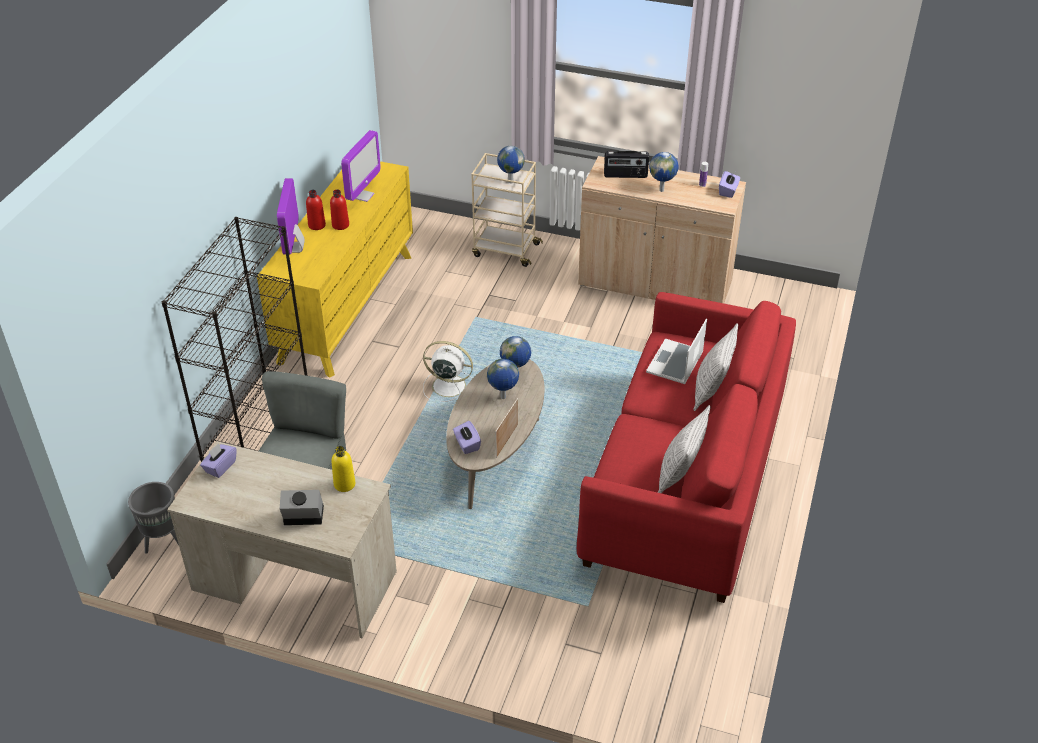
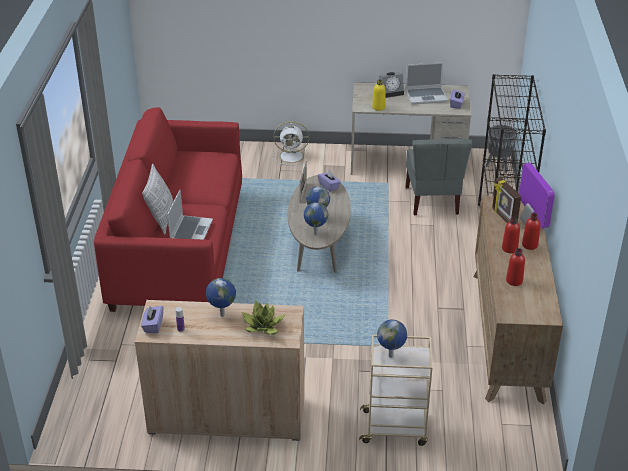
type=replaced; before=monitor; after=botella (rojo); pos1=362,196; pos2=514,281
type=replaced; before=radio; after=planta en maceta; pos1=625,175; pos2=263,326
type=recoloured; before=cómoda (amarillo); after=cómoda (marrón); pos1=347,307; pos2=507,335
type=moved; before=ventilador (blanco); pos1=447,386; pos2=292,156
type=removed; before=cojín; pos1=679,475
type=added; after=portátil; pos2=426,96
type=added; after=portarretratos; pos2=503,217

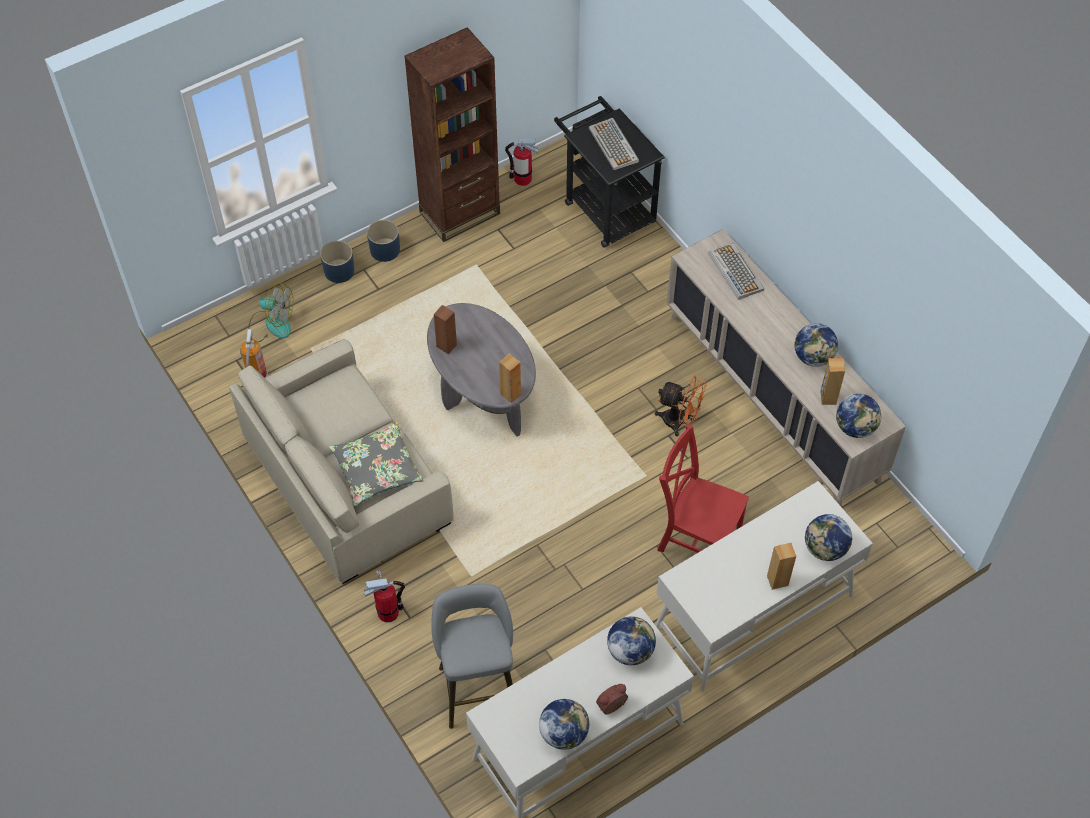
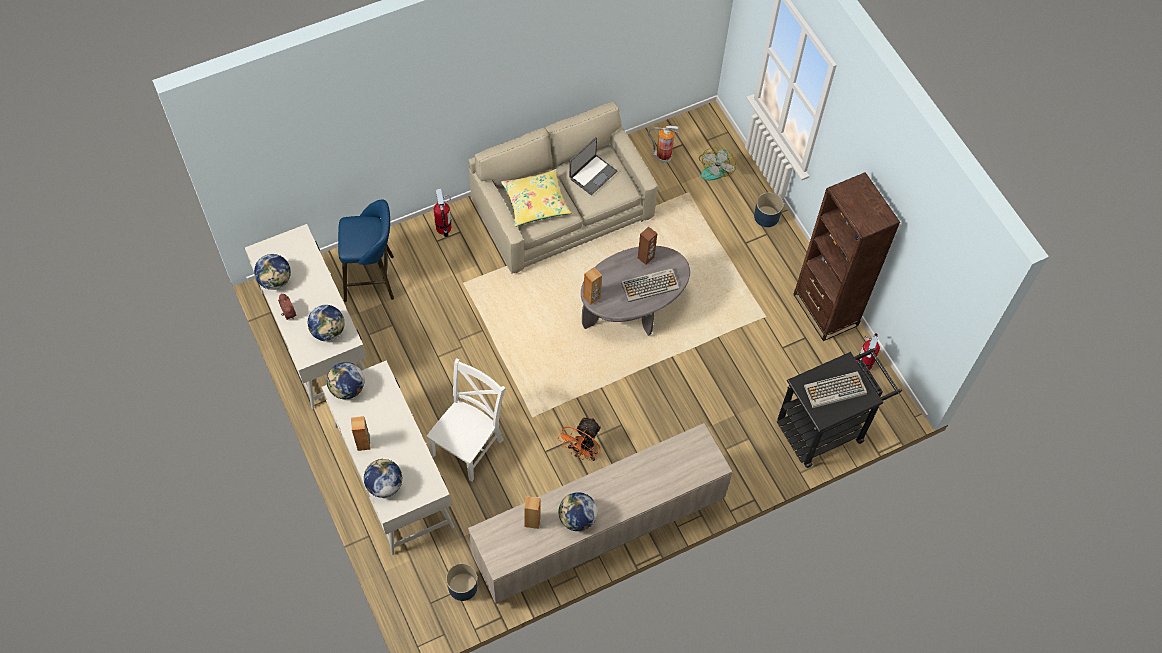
type=moved; before=maceta (azul); pos1=385,249; pos2=463,586
type=moved; before=teclado; pos1=735,271; pos2=650,285
type=moved; before=globo terráqueo; pos1=855,427; pos2=347,389
type=recoloured; before=cojín (gris); after=cojín (amarillo); pos1=377,469; pos2=535,202
type=recoloured; before=silla (rojo); after=silla (blanco); pos1=696,536; pos2=469,445
type=recoloured; before=taburete (gris); after=taburete (azul); pos1=477,686; pos2=373,278
type=added; after=portátil; pos2=592,174

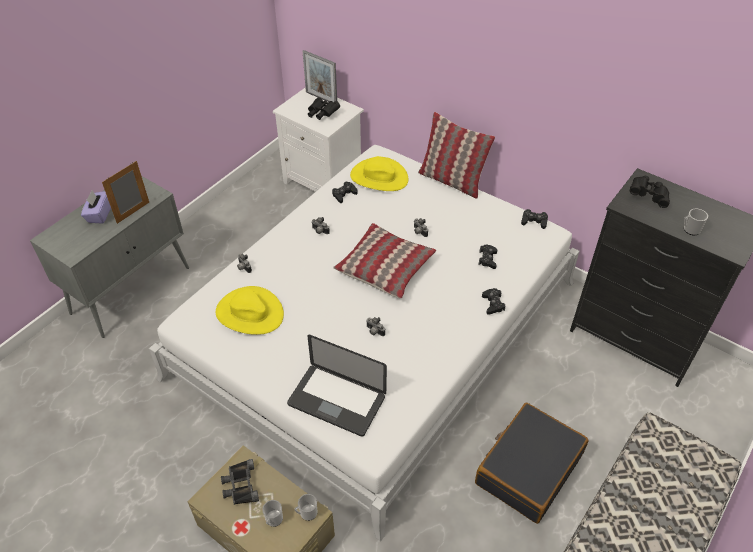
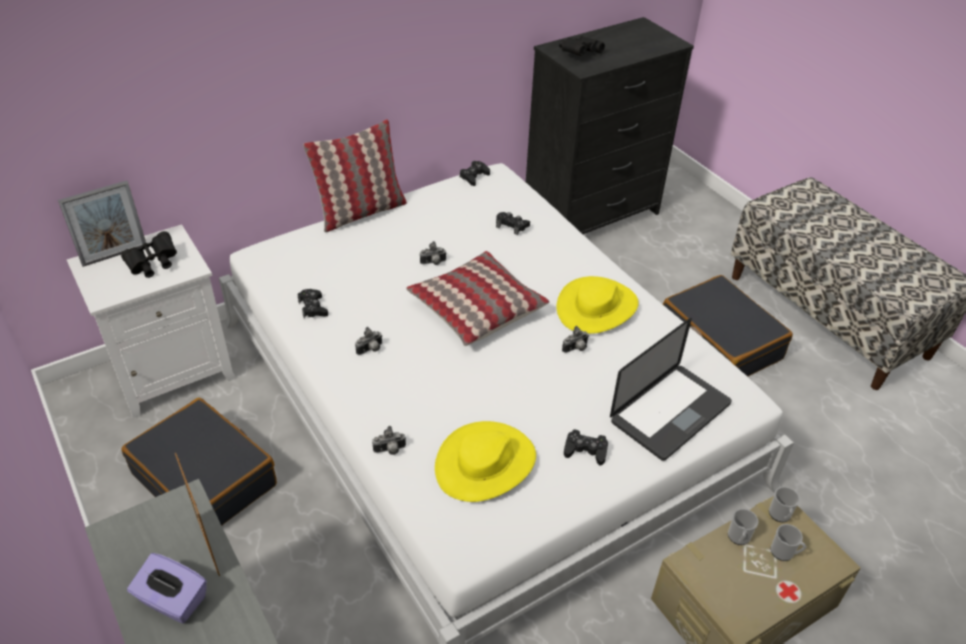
type=moved; before=sombrero (amarillo); pos1=379,177; pos2=597,307
type=moved; before=taza grande; pos1=689,230; pos2=738,538
type=moved; before=mando de consola (negro); pos1=493,304; pos2=585,450
type=removed; before=prismáticos (negro); pos1=240,485
type=added; after=maleta (negro); pos2=205,479

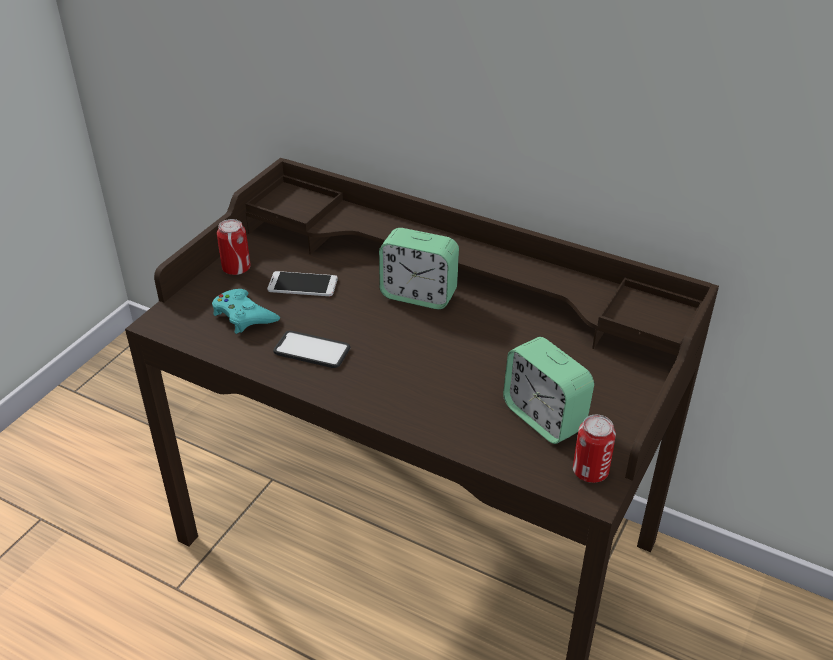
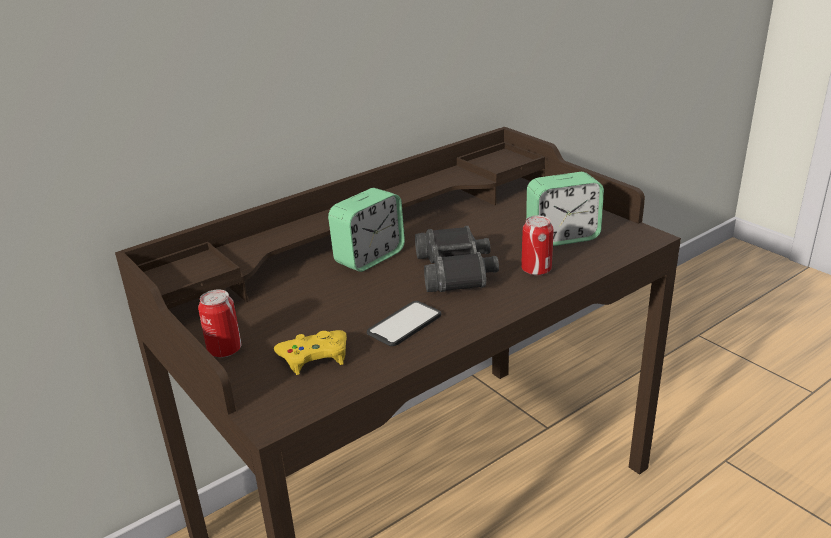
type=removed; before=móvil; pos1=302,284
type=recoloured; before=mando de consola (turquesa); after=mando de consola (amarillo); pos1=244,316; pos2=314,356
type=moved; before=lata; pos1=590,471; pos2=536,269
type=added; after=prismáticos (negro); pos2=456,270

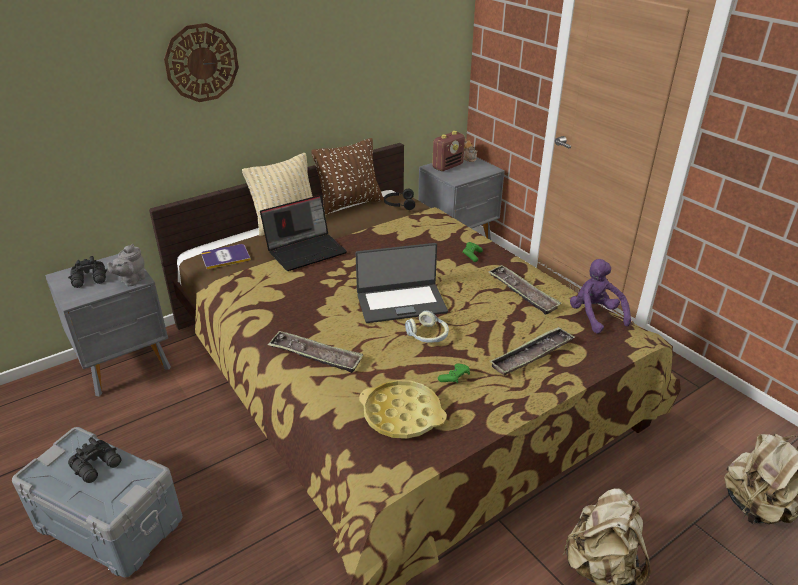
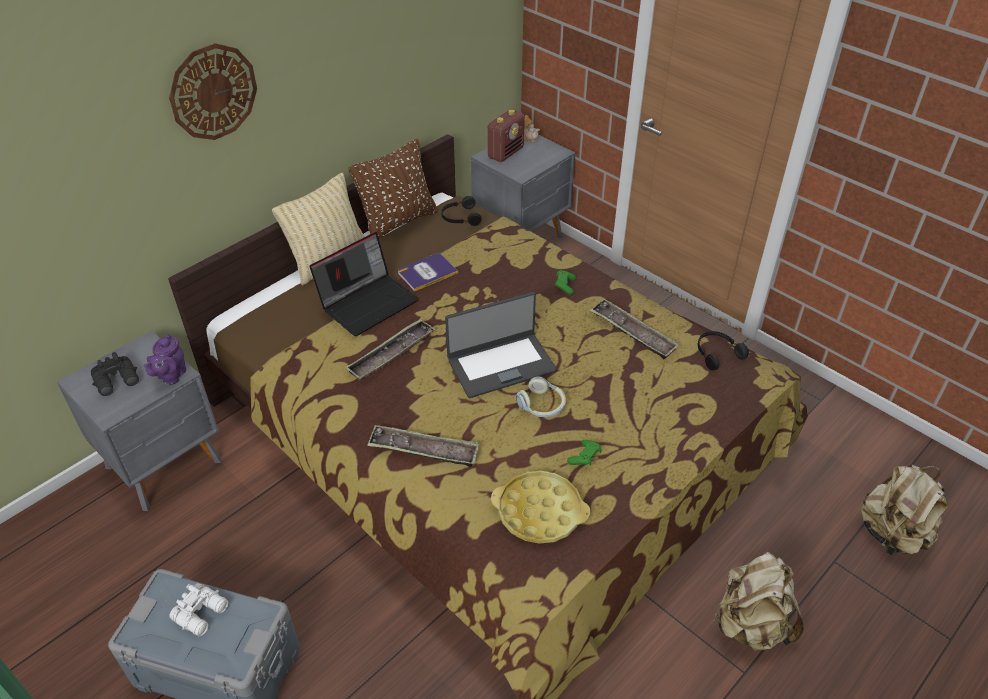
type=recoloured; before=tetera (gris); after=tetera (morado); pos1=131,280; pos2=170,376
type=moved; before=libro; pos1=225,257; pos2=427,272
type=replaced; before=peluche (morado); after=auriculares (negro); pos1=595,316; pos2=717,353
type=moved; before=bandeja; pos1=531,355; pos2=391,354
type=recoloured; before=prismáticos (negro); after=prismáticos (blanco); pos1=98,465; pos2=202,613

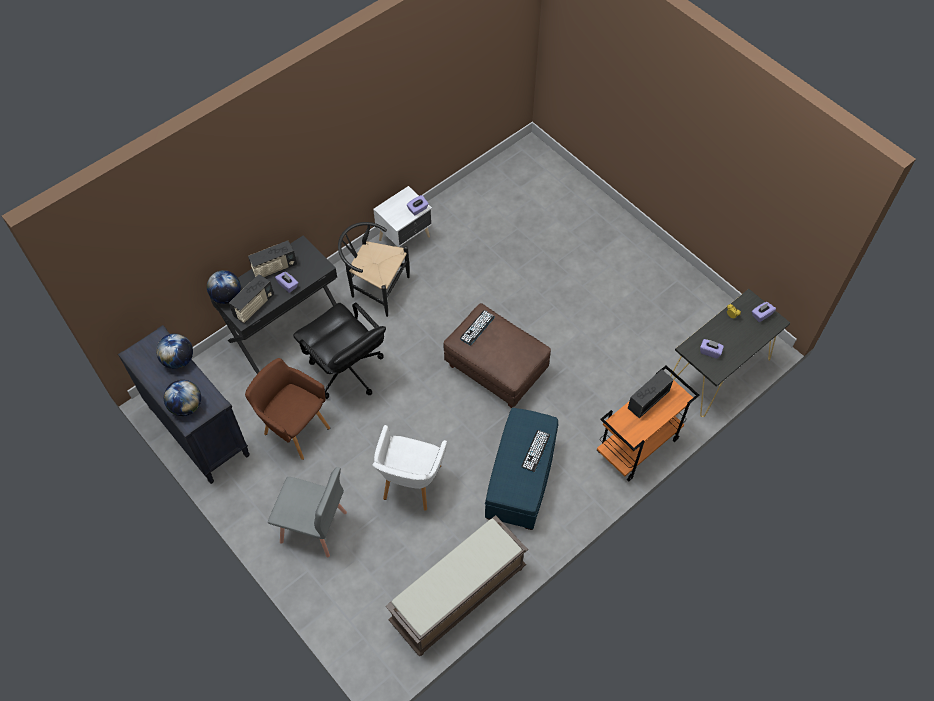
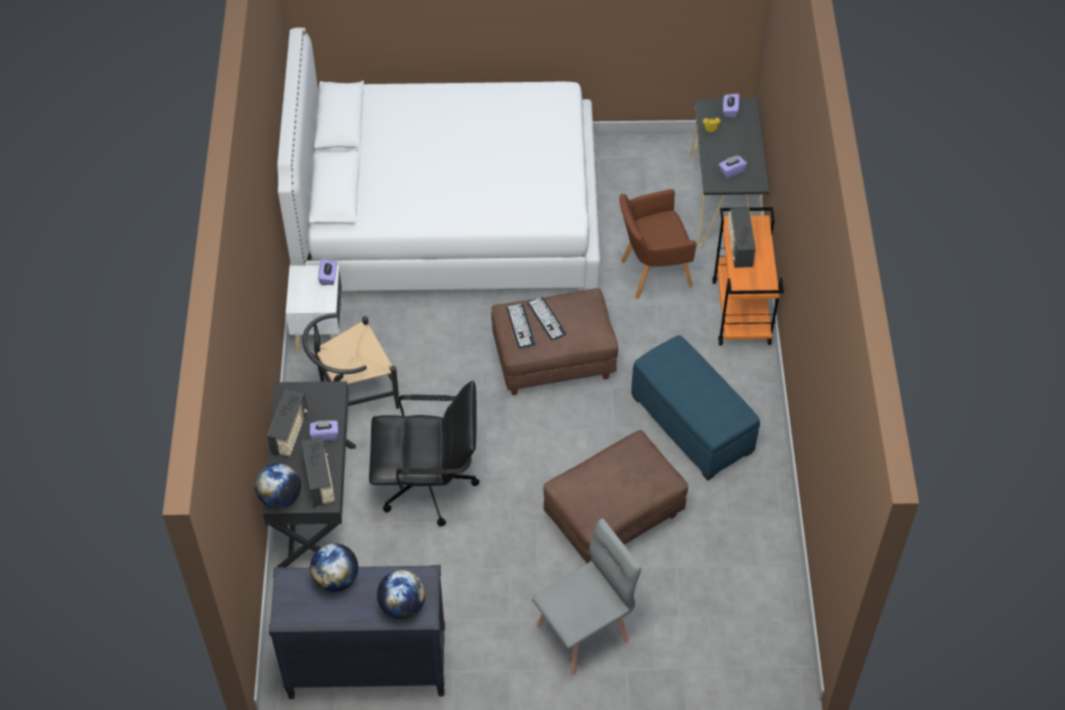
type=moved; before=sillón (marrón); pos1=294,428; pos2=652,273
type=replaced; before=sillón (blanco); after=puf (marrón); pos1=411,485; pos2=613,518
type=moved; before=teclado; pos1=536,451; pos2=546,319
type=removed; before=banco (marrón); pos1=458,596
type=added; after=cama (blanco); pos2=448,218

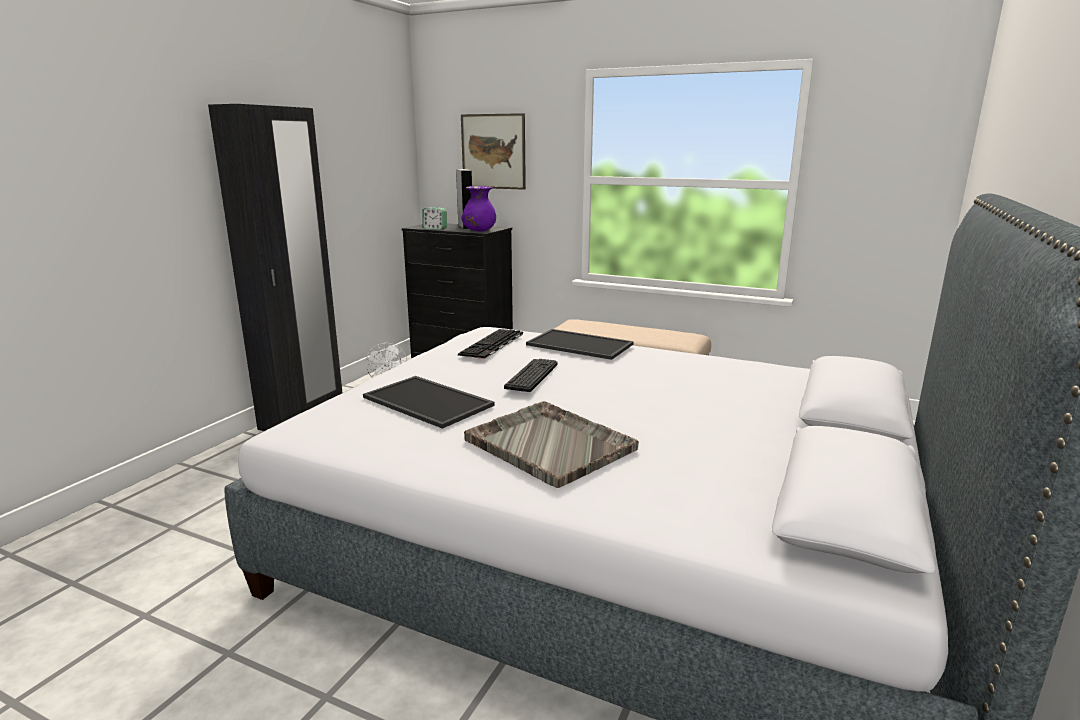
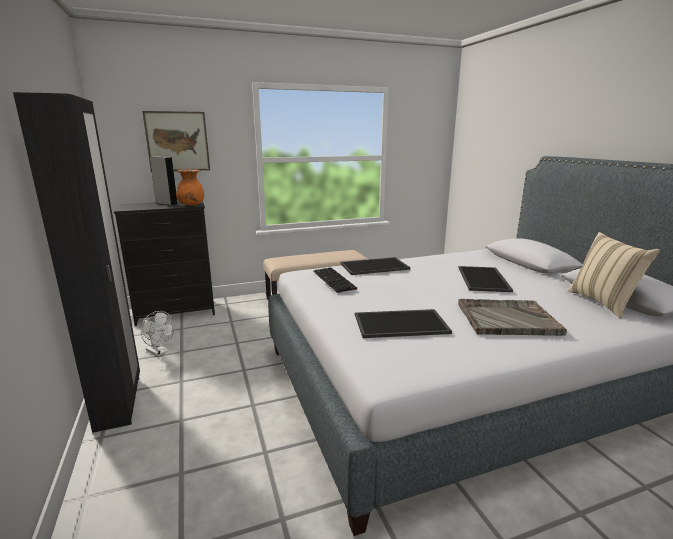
type=recoloured; before=florero (morado); after=florero (naranja); pos1=479,231; pos2=191,205
type=removed; before=despertador; pos1=435,229
type=removed; before=teclado; pos1=532,376
type=added; after=cojín (beis); pos2=603,303
type=added; after=bandeja; pos2=484,279

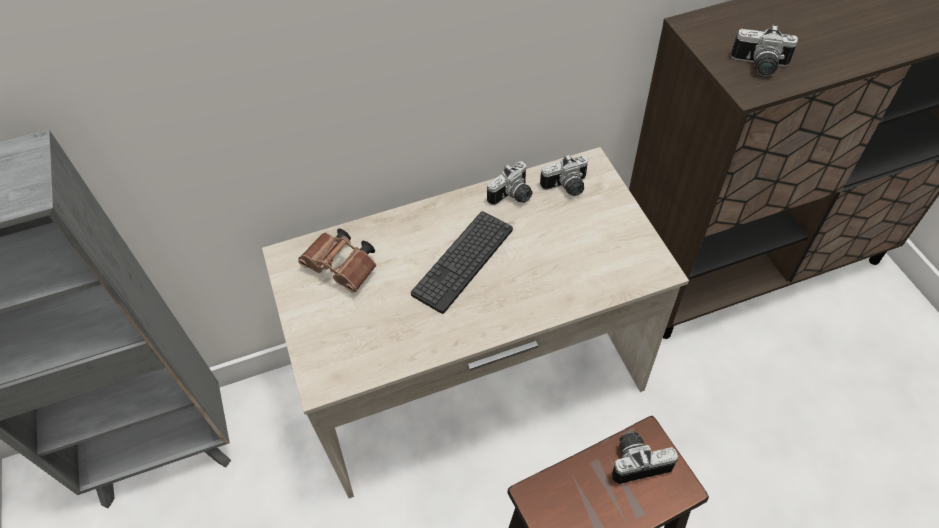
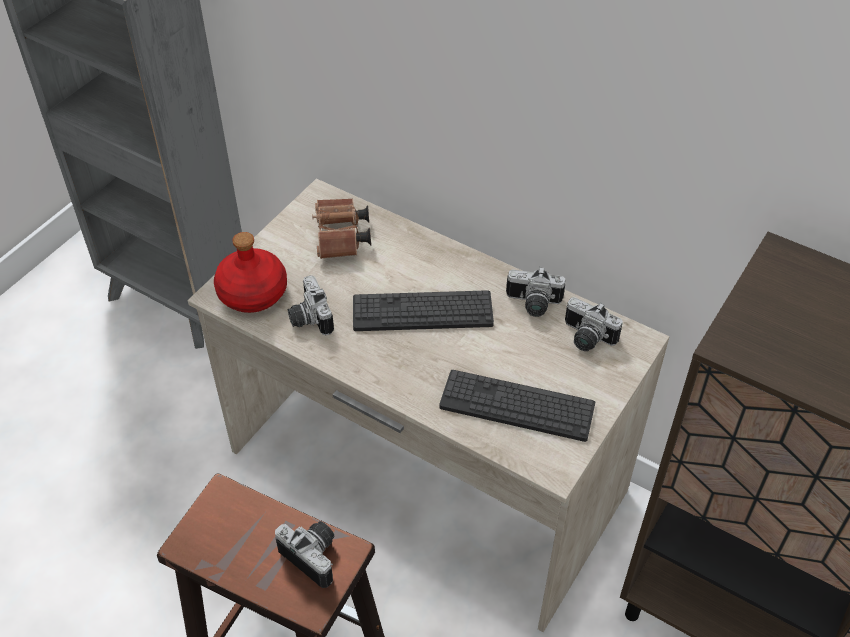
type=moved; before=cámara; pos1=759,66; pos2=308,318
type=added; after=botella (rojo); pos2=253,292
type=added; after=teclado; pos2=517,406

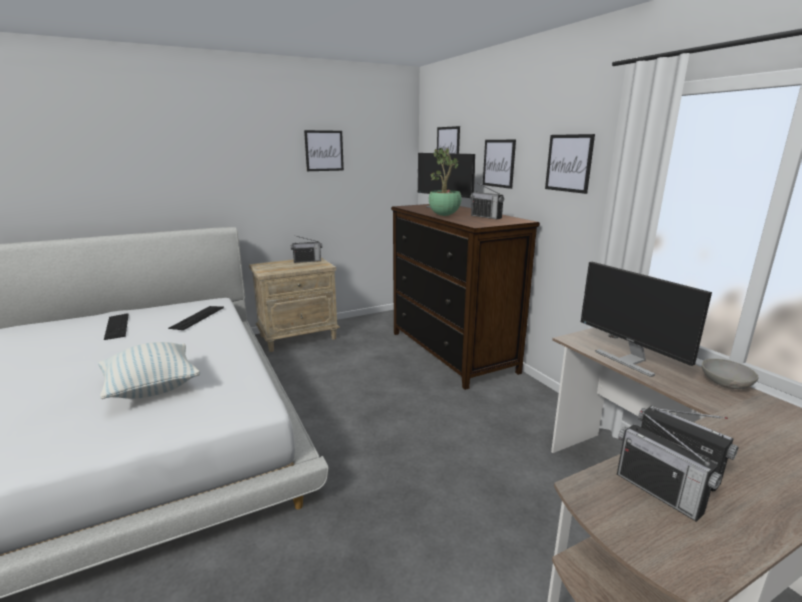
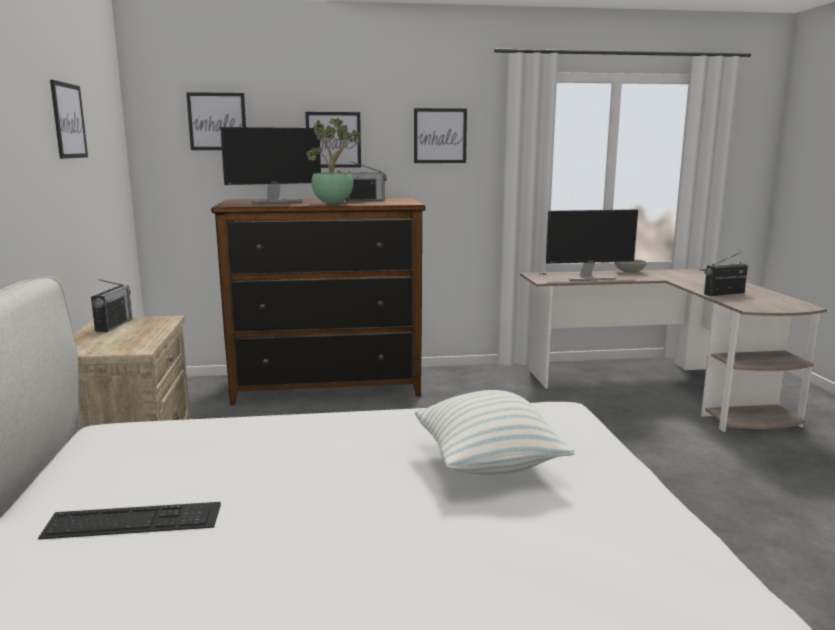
type=removed; before=teclado; pos1=197,317
type=removed; before=radio; pos1=658,492

